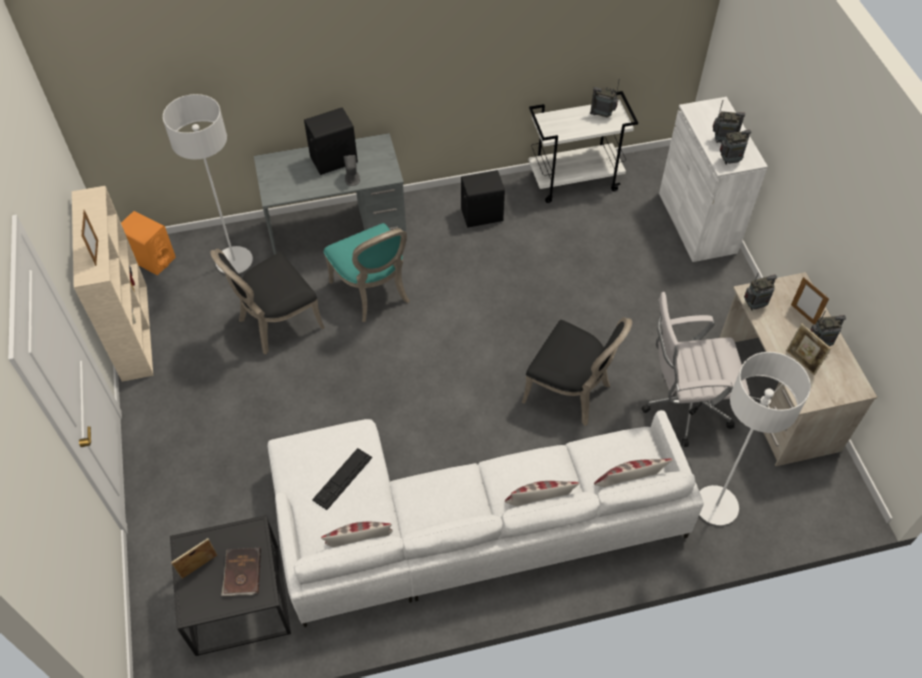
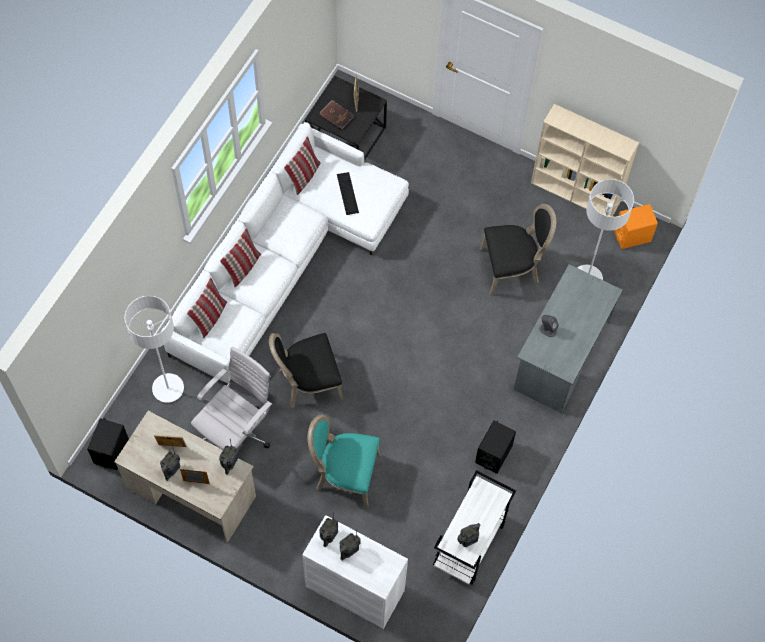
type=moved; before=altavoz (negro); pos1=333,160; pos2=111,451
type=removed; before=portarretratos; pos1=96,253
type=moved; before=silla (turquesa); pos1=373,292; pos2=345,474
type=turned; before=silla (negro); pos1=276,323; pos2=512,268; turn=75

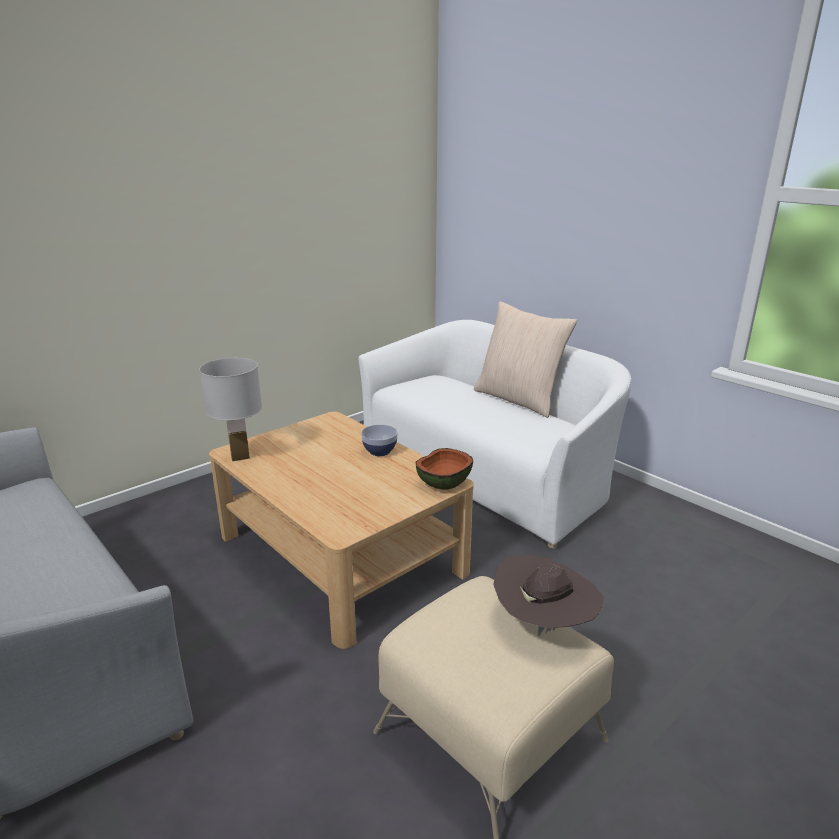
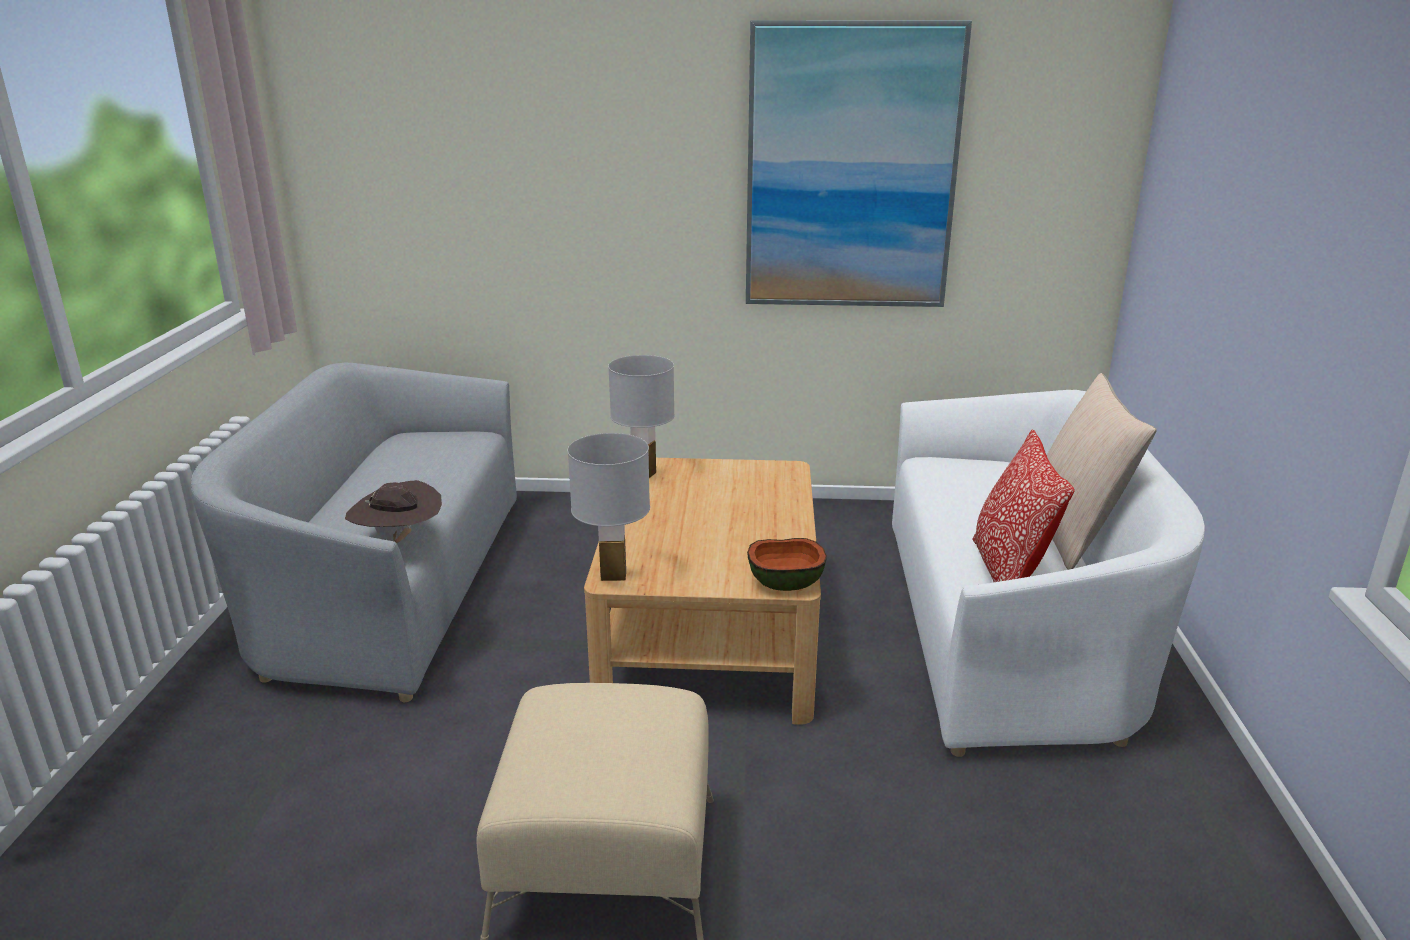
type=removed; before=cuenco; pos1=379,451
type=moved; before=sombrero (marrón); pos1=544,624; pos2=399,541
type=added; after=cuadro; pos2=851,169
type=added; after=cojín; pos2=1008,575
type=added; after=lámpara de mesa (blanco); pos2=614,575

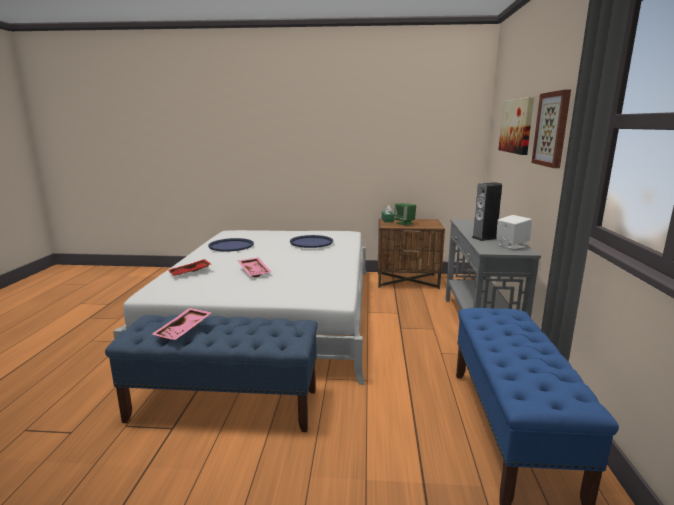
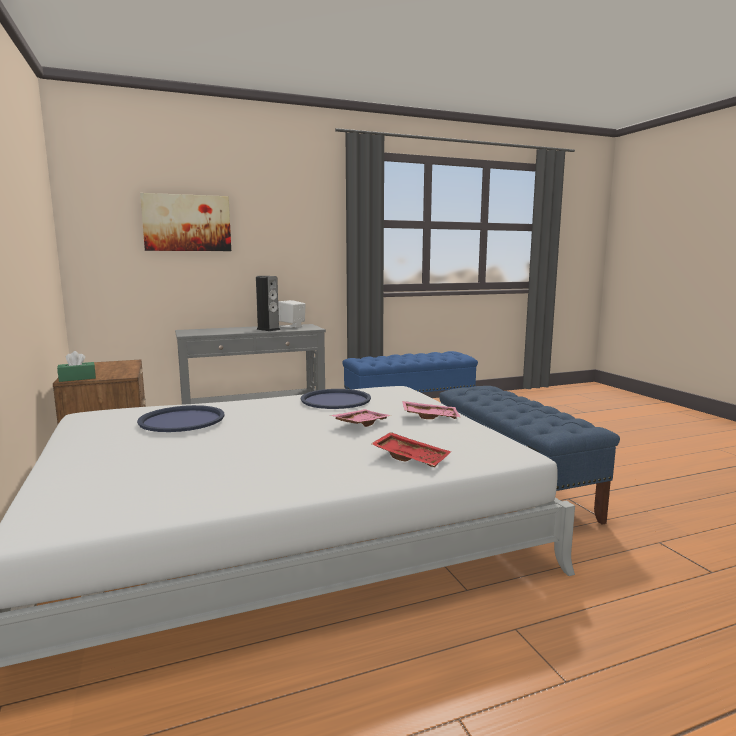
type=removed; before=cuadro; pos1=552,129
type=removed; before=altavoz (verde); pos1=404,223
type=moved; before=bandeja (azul); pos1=231,245; pos2=336,400
type=moved; before=bandeja (rosa); pos1=184,330; pos2=430,416

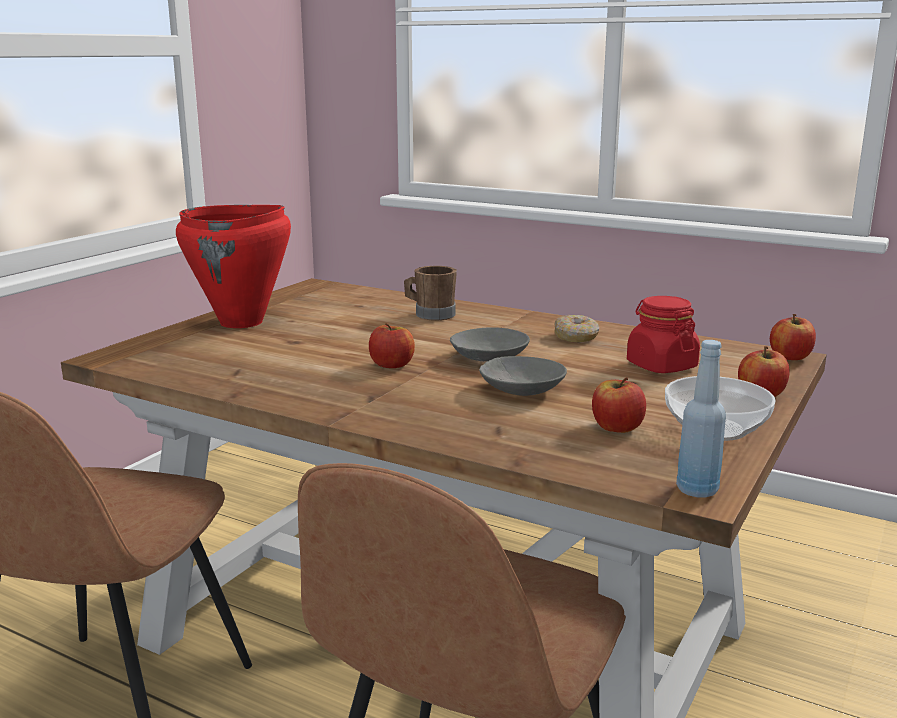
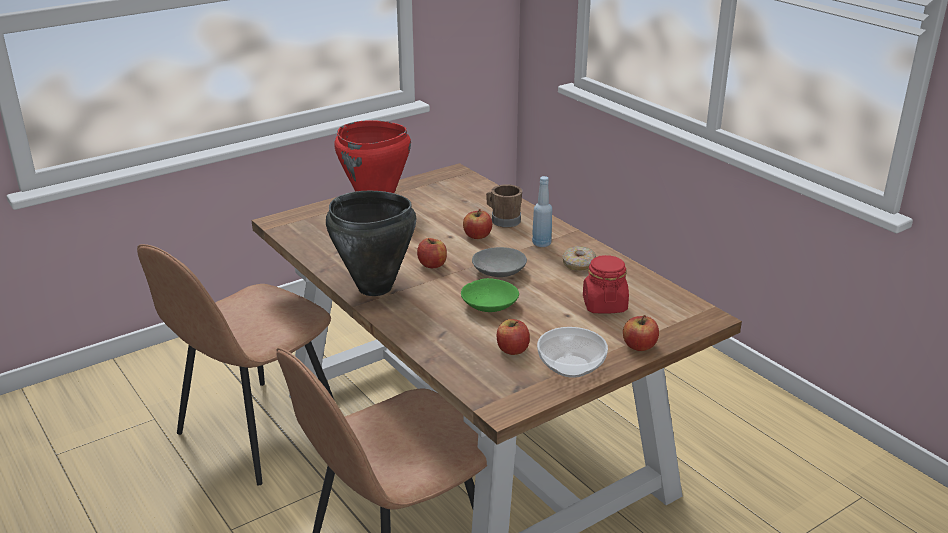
type=moved; before=manzana; pos1=790,357; pos2=477,236
type=moved; before=botella (azul); pos1=697,490; pos2=541,243
type=recoloured; before=cuenco (gris); after=cuenco (verde); pos1=521,389; pos2=489,305
type=added; after=olla (negro); pos2=375,288

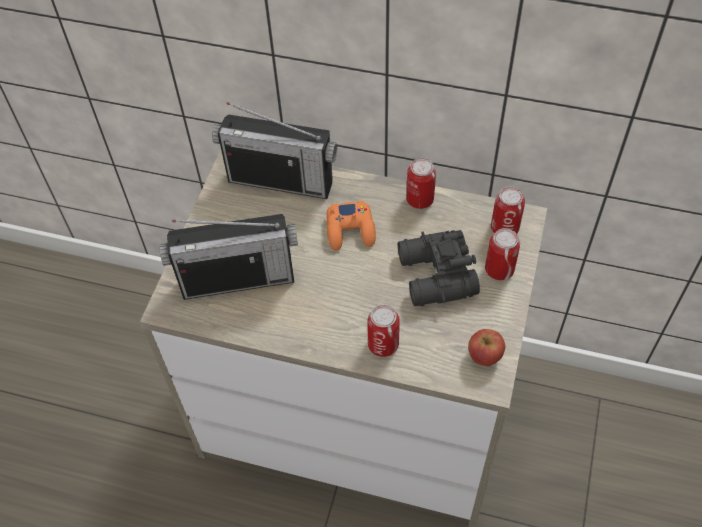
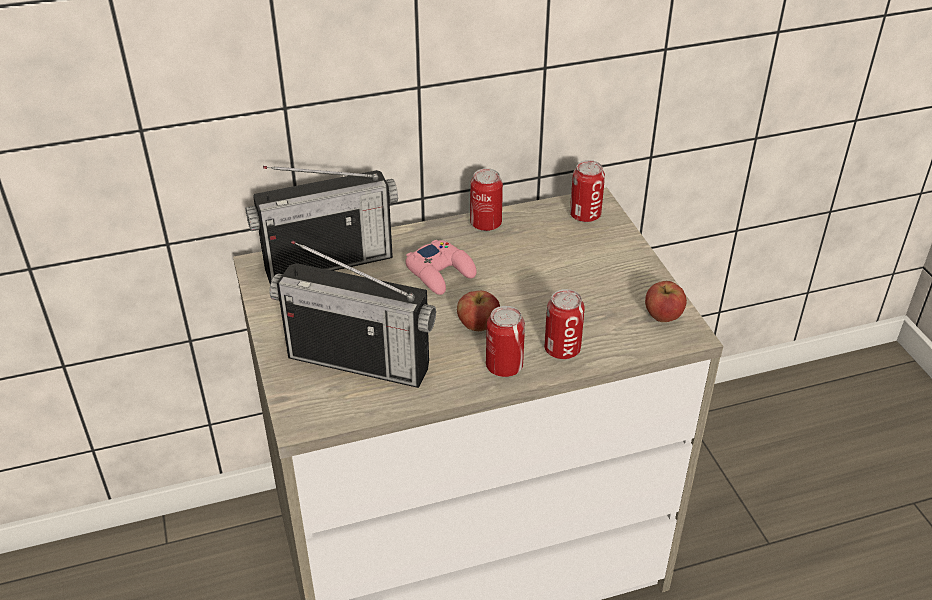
type=recoloured; before=mando de consola (naranja); after=mando de consola (rosa); pos1=351,230; pos2=441,273
type=turned; before=radio; pos1=238,279; pos2=359,361; turn=60
type=moved; before=lata; pos1=499,269; pos2=504,366
type=removed; before=prismáticos (negro); pos1=435,277
type=added; after=manzana; pos2=478,325

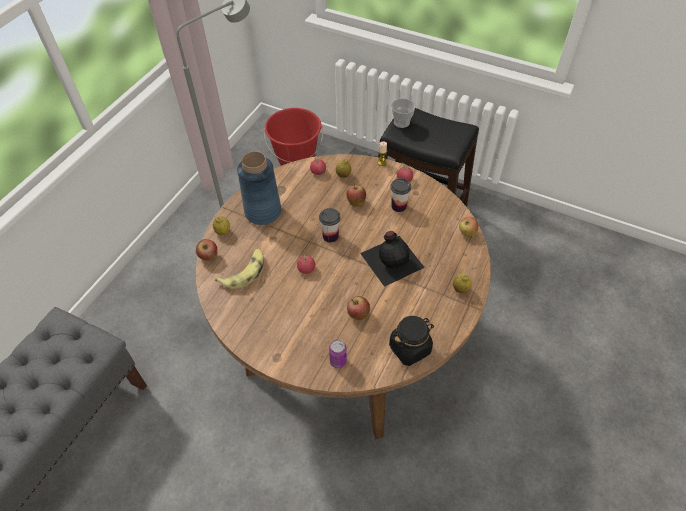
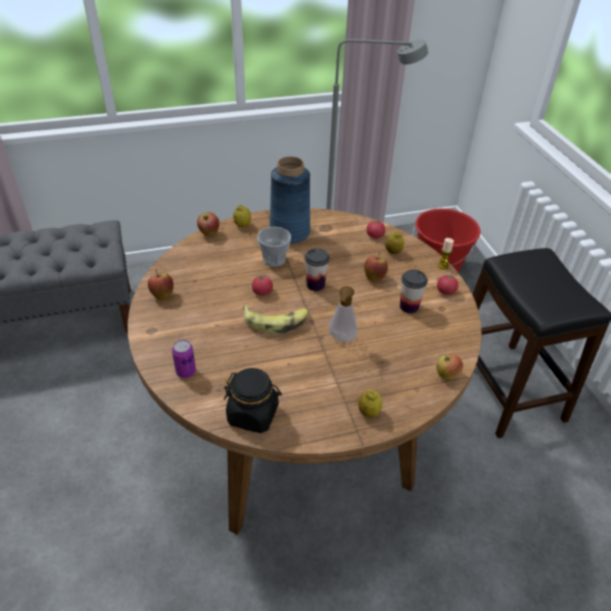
type=moved; before=taza; pos1=401,122; pos2=274,259
type=replaced; before=botella (negro); after=dispensador de jabón; pos1=392,259; pos2=341,339
type=moved; before=plátano; pos1=244,272; pos2=276,321
type=moved; before=manzana; pos1=358,314; pos2=162,295

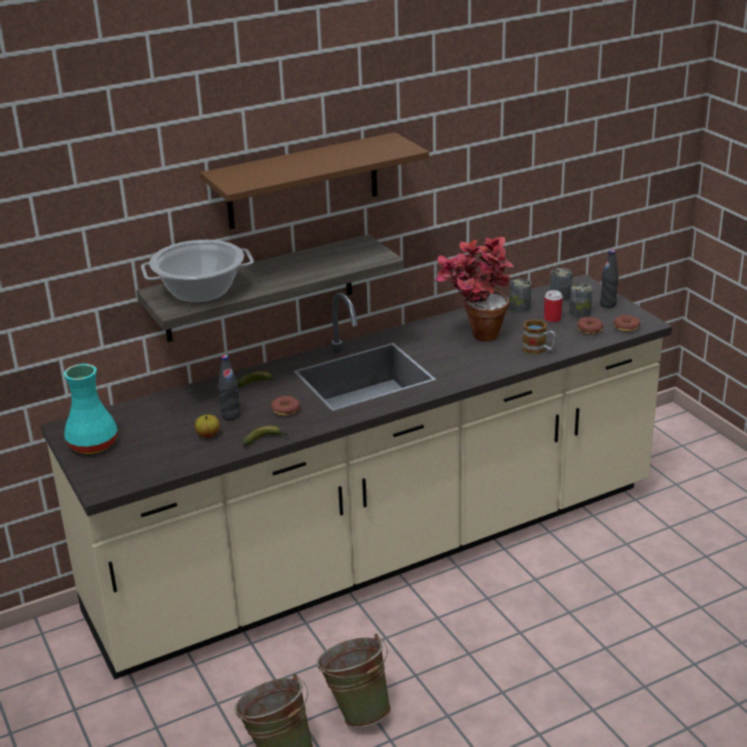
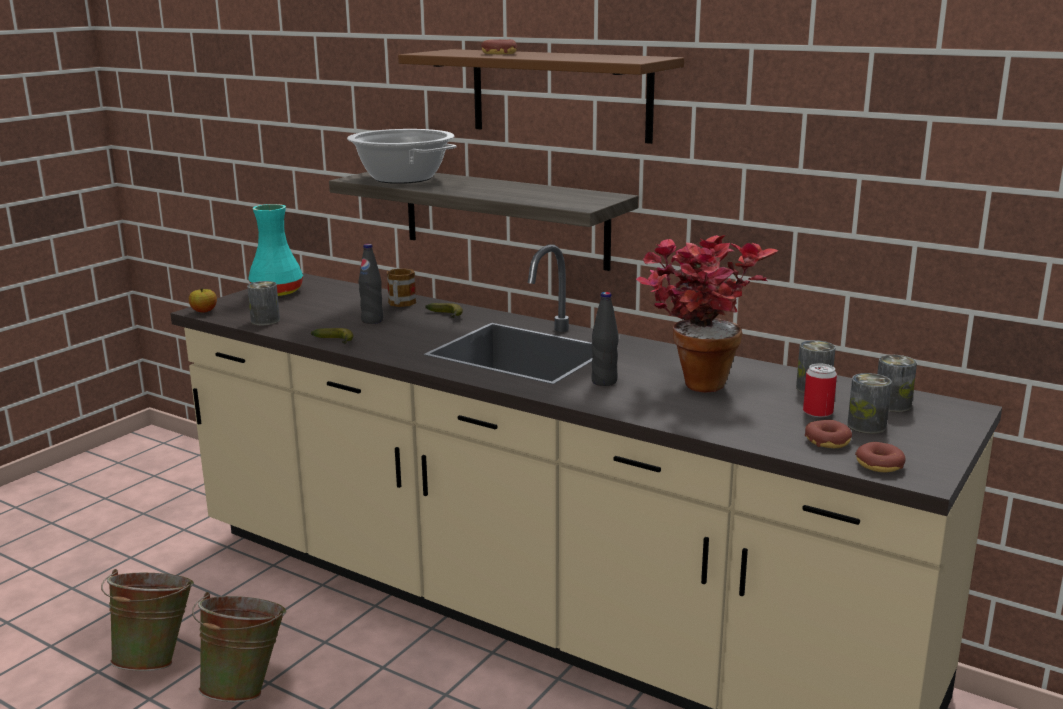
type=moved; before=botella (negro); pos1=608,304; pos2=604,381
type=moved; before=taza grande; pos1=539,349; pos2=400,304
type=moved; before=rosquilla; pos1=285,410; pos2=499,53
type=moved; before=manzana; pos1=208,435; pos2=204,311
type=added; after=lata; pos2=265,321

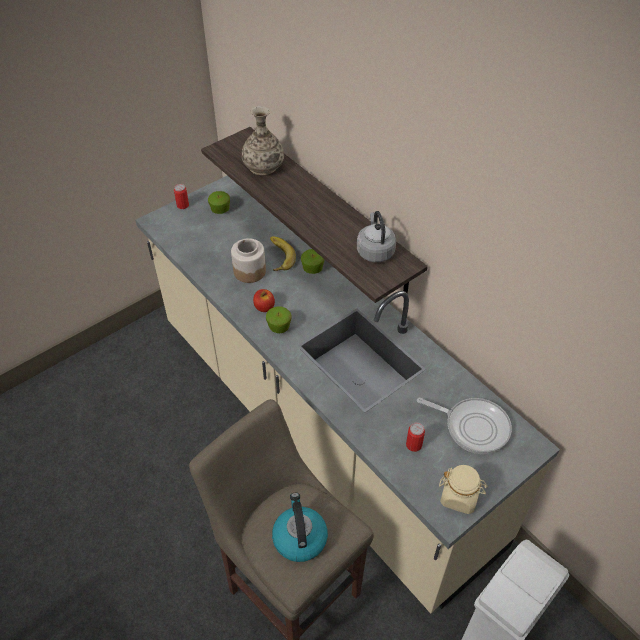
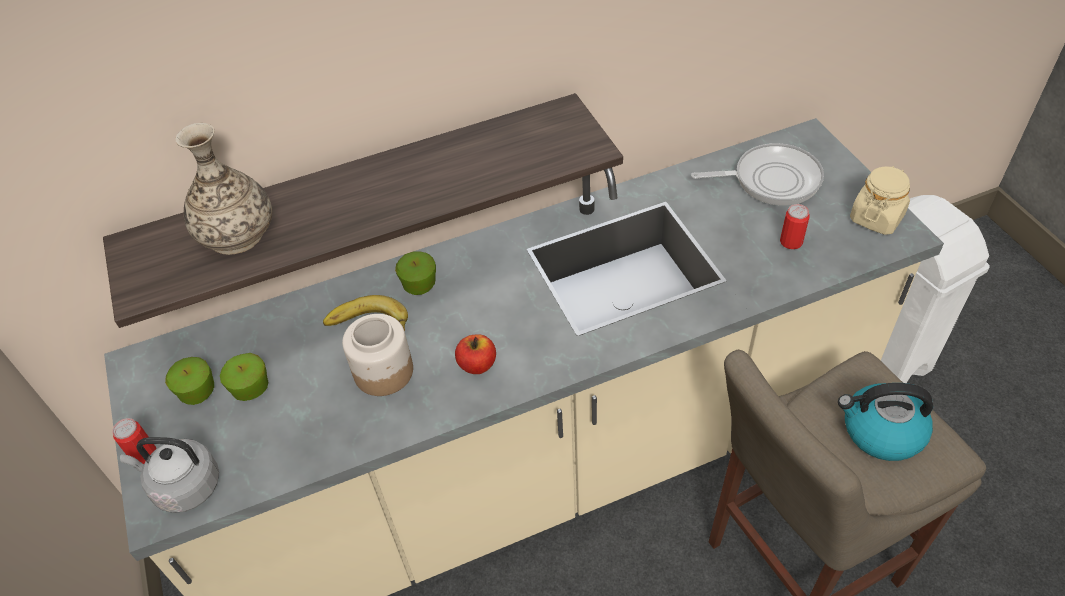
type=moved; before=hervidor (gris); pos1=375,251; pos2=184,486
type=moved; before=manzana; pos1=279,327; pos2=251,388
type=turned; before=sartén; pos1=473,426; pos2=771,180; turn=45

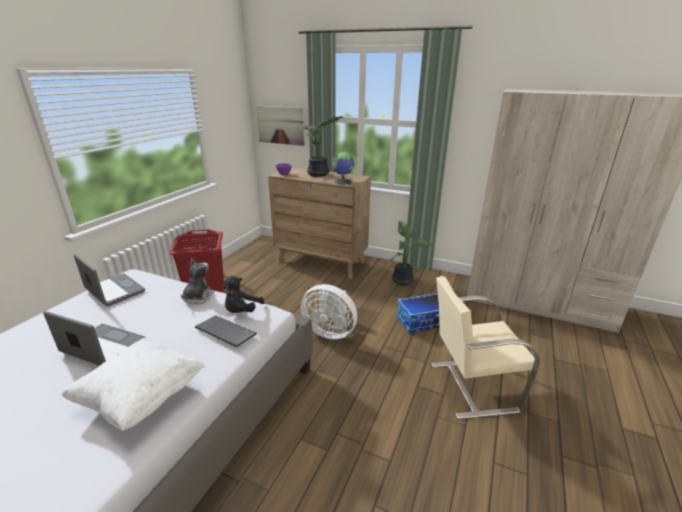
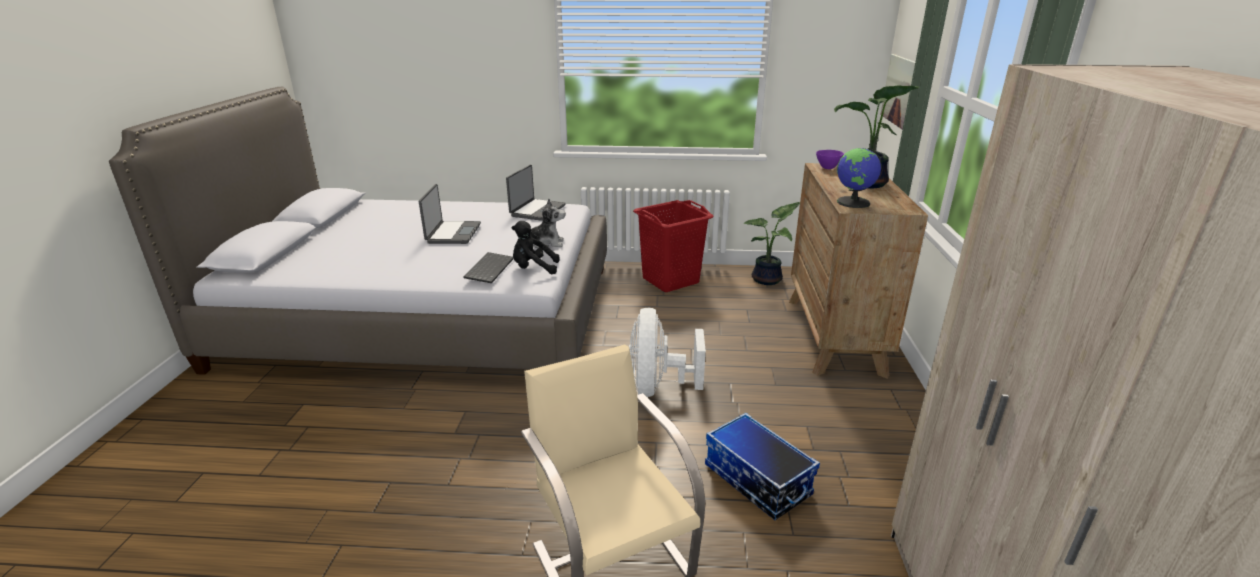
type=moved; before=planta en maceta; pos1=403,280; pos2=768,280
type=removed; before=cojín (blanco); pos1=142,399

